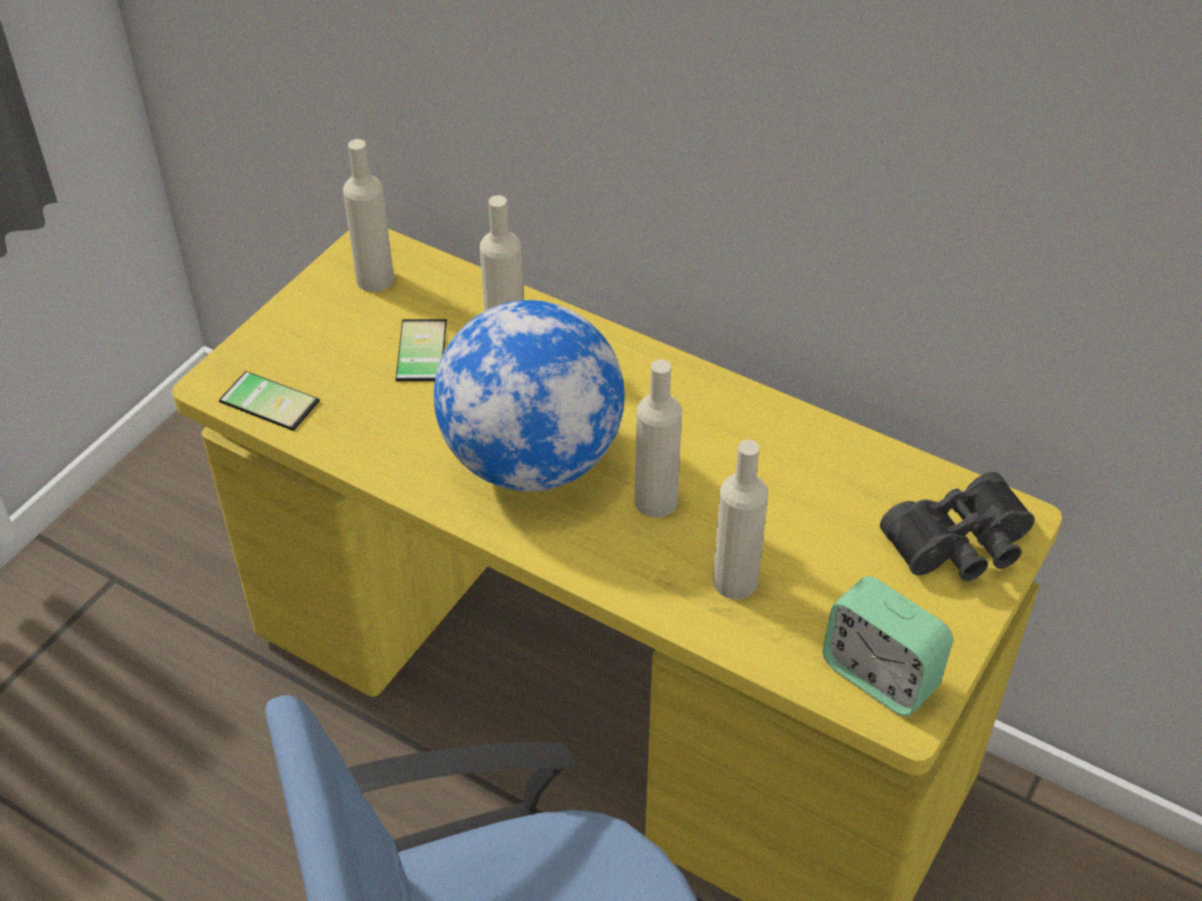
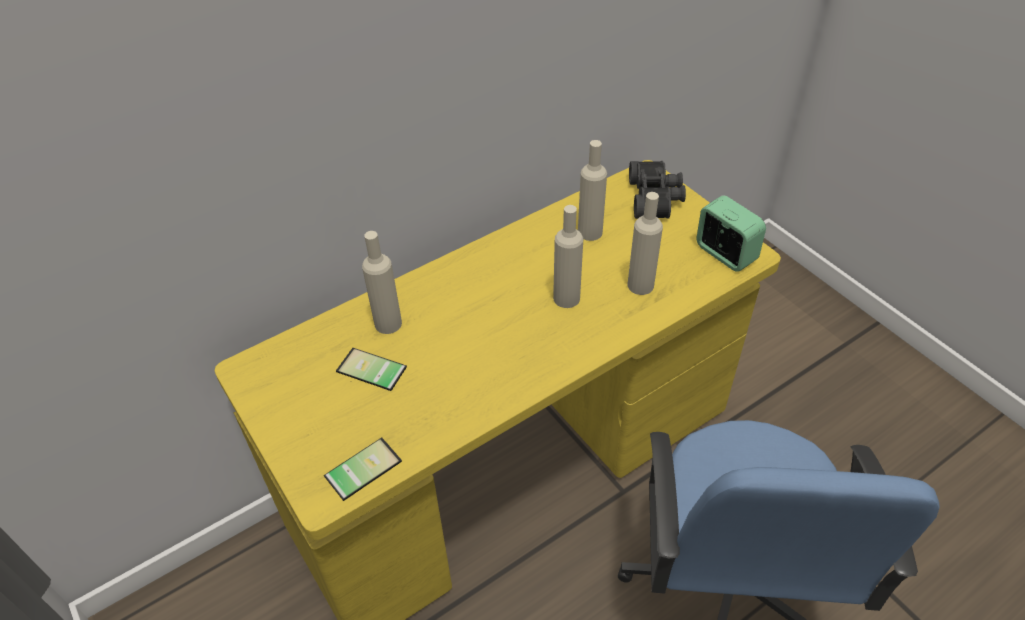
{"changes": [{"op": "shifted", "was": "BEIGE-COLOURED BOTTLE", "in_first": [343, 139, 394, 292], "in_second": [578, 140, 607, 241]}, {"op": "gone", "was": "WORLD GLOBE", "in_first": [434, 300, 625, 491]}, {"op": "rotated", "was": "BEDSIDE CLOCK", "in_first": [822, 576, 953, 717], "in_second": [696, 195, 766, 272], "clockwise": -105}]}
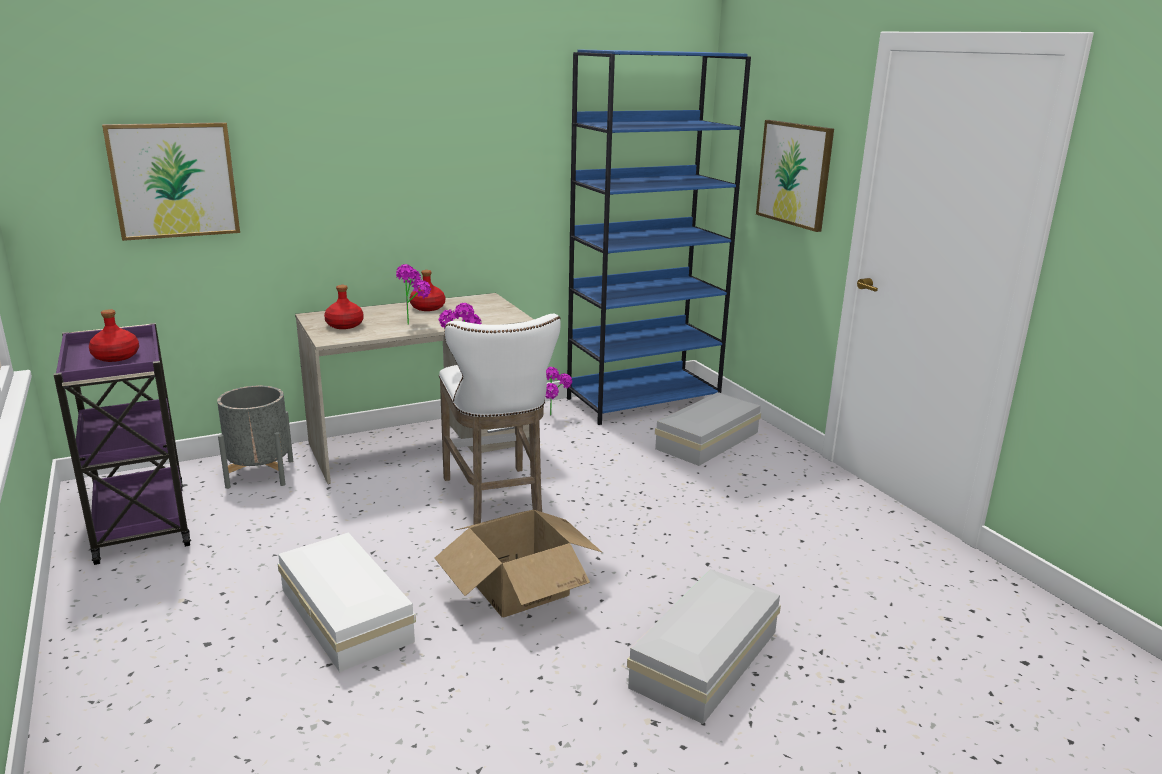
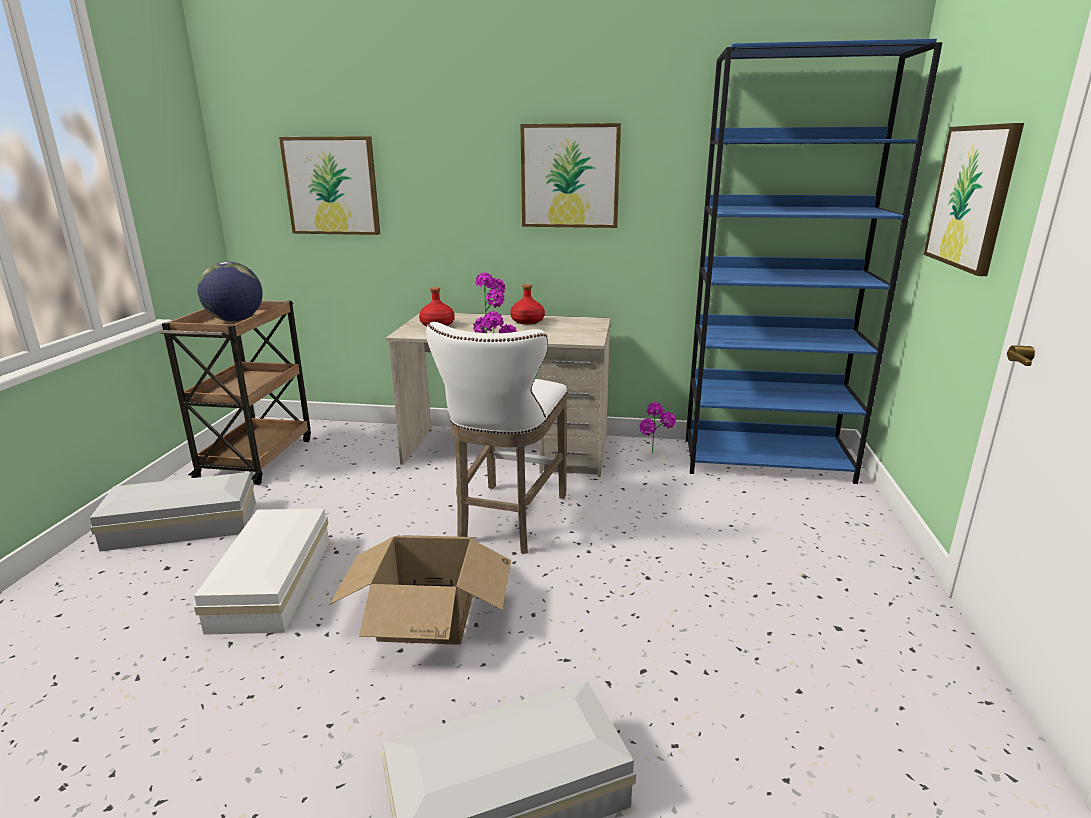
{"changes": [{"op": "swapped", "was": "REDDISH BOTTLE", "now": "WORLD GLOBE", "in_first": [89, 309, 139, 362], "in_second": [197, 261, 262, 321]}, {"op": "repainted", "was": "PURPLE-COLOURED TROLLEY", "now": "BROWN-COLOURED TROLLEY", "in_first": [54, 323, 191, 565], "in_second": [160, 301, 311, 485]}, {"op": "gone", "was": "GREY PLANTER", "in_first": [217, 386, 293, 489]}, {"op": "shifted", "was": "WHITE-COLOURED STORAGE BIN", "in_first": [655, 392, 761, 466], "in_second": [90, 472, 256, 552]}, {"op": "new", "now": "WALL PICTURE", "in_second": [520, 123, 621, 228]}]}
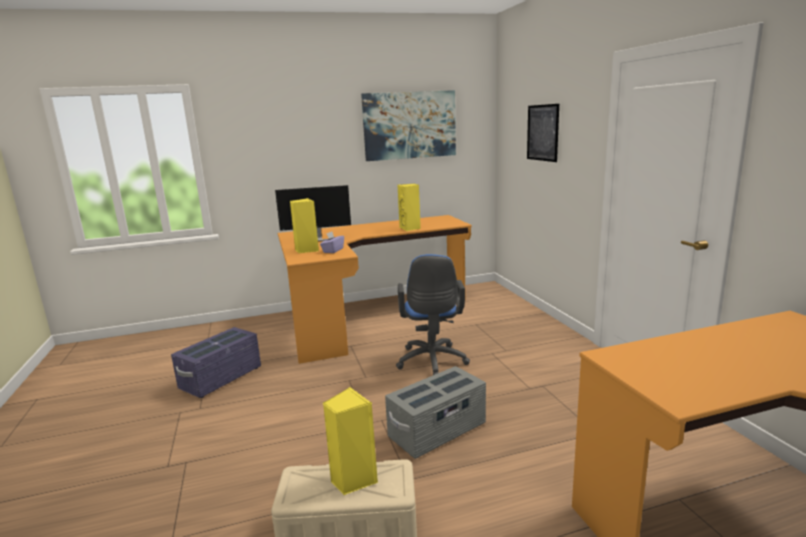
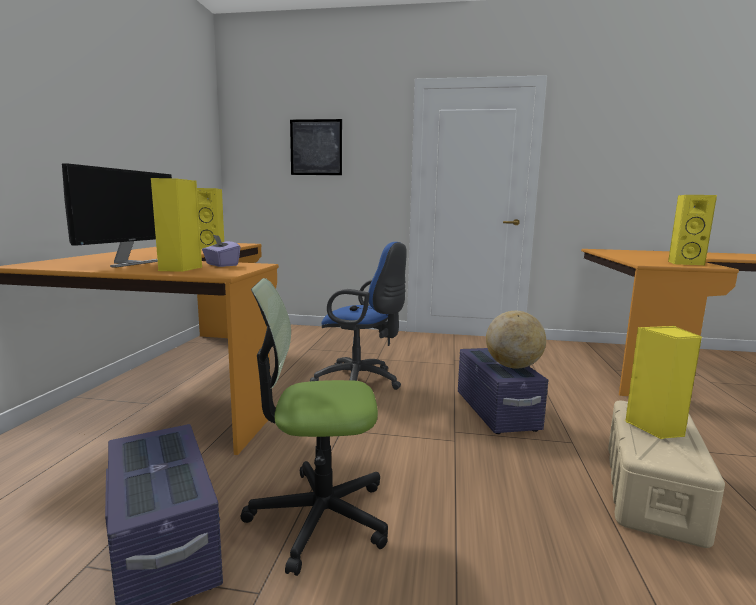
{"changes": [{"op": "gone", "was": "WALL PICTURE", "in_first": [361, 90, 456, 161]}, {"op": "repainted", "was": "GREY STORAGE BIN", "now": "PURPLE-COLOURED STORAGE BIN", "in_first": [385, 366, 486, 459], "in_second": [458, 348, 548, 434]}, {"op": "new", "now": "YELLOWISH SPEAKER", "in_second": [668, 195, 717, 266]}, {"op": "new", "now": "OFFICE CHAIR", "in_second": [240, 278, 388, 576]}, {"op": "new", "now": "WORLD GLOBE", "in_second": [486, 311, 546, 369]}]}
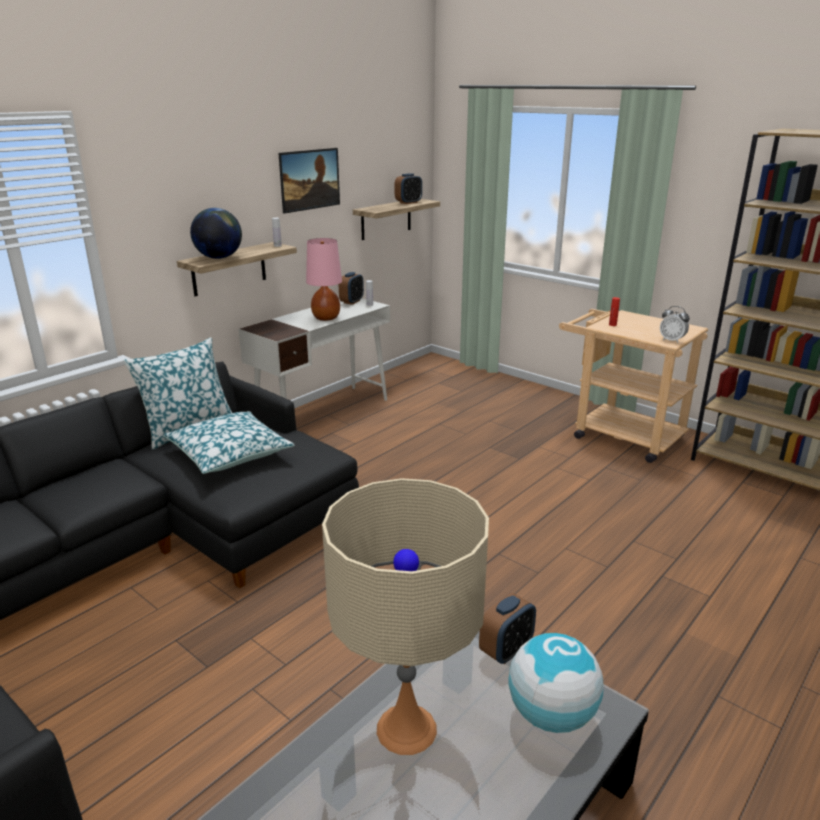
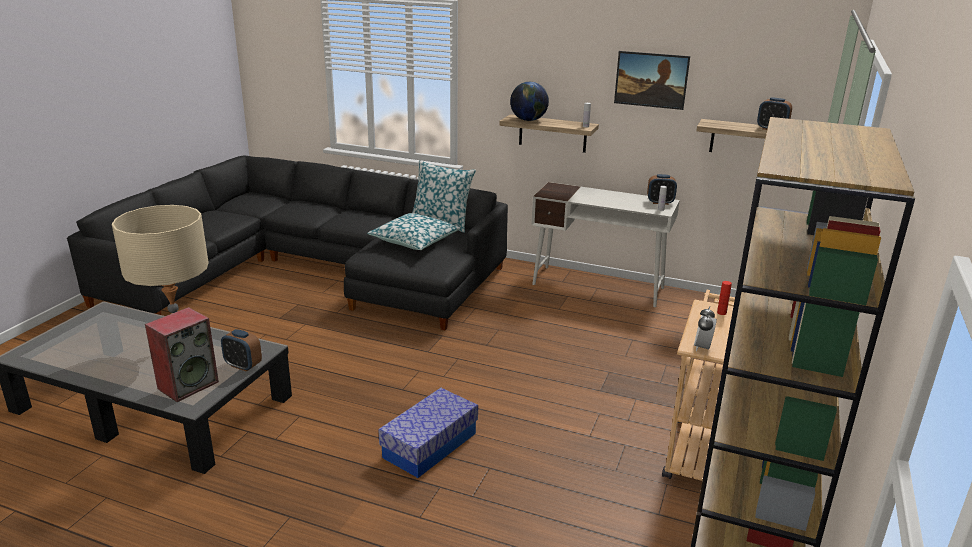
{"changes": [{"op": "gone", "was": "PINKISH LAMP FOR A TABLE", "in_first": [306, 238, 342, 321]}, {"op": "swapped", "was": "WORLD GLOBE", "now": "SPEAKER", "in_first": [508, 633, 603, 733], "in_second": [145, 307, 219, 402]}, {"op": "new", "now": "STORAGE BIN", "in_second": [378, 388, 478, 478]}]}
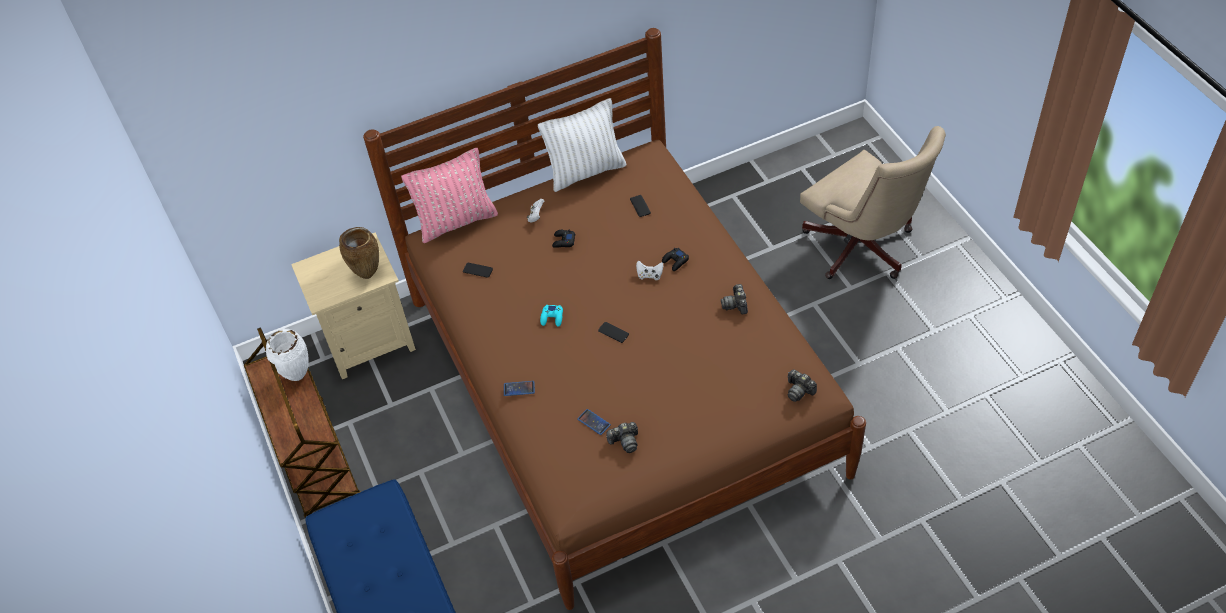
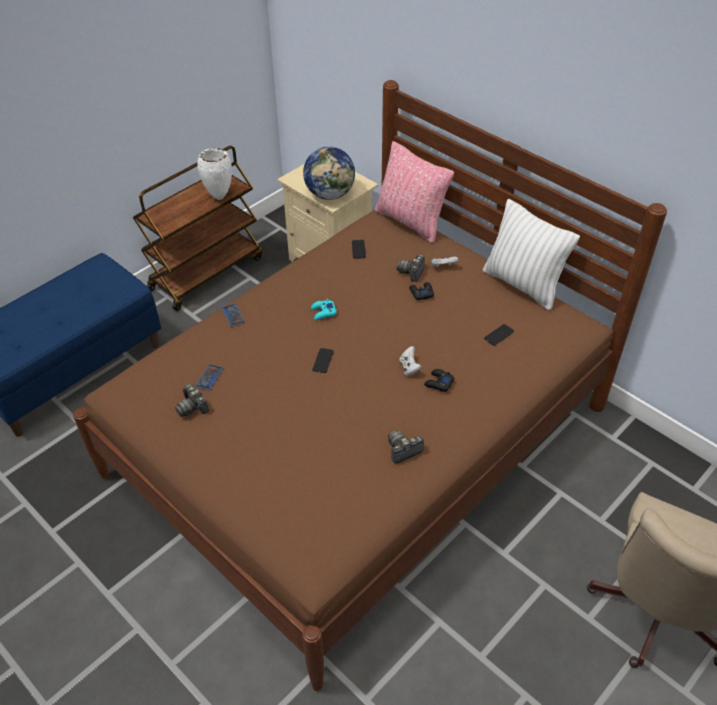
{"changes": [{"op": "swapped", "was": "BROWN-COLOURED DECORATIVE VASE", "now": "WORLD GLOBE", "in_first": [339, 227, 379, 279], "in_second": [303, 146, 355, 200]}, {"op": "shifted", "was": "STILL CAMERA", "in_first": [788, 369, 817, 402], "in_second": [397, 255, 425, 282]}]}
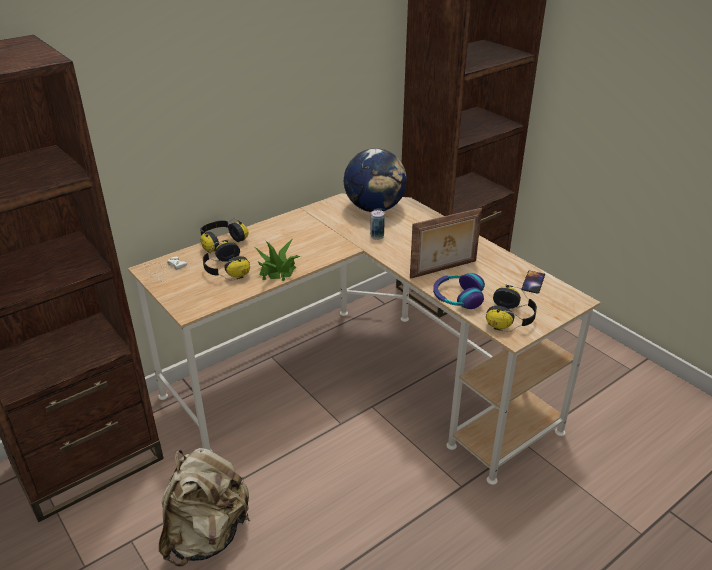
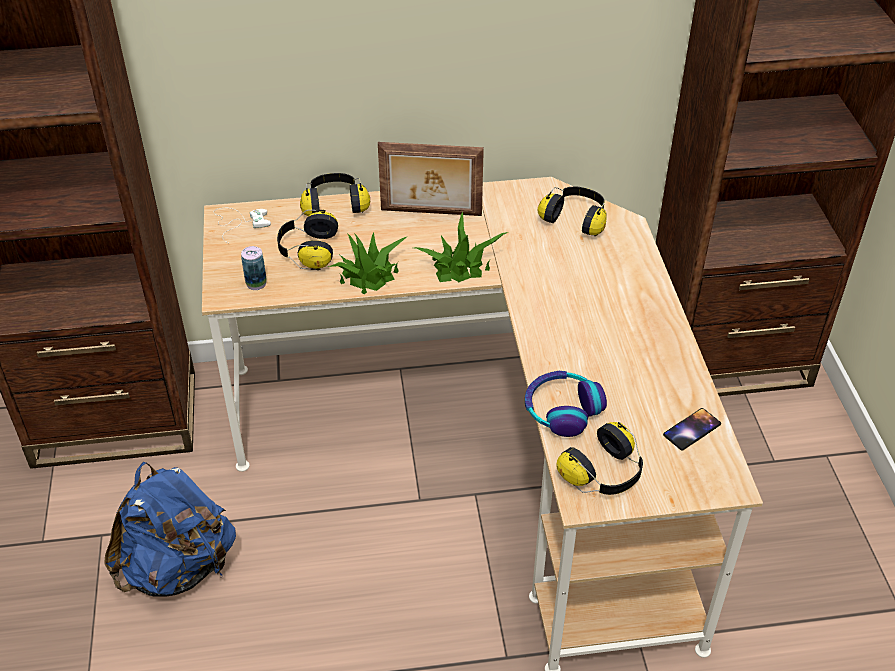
{"changes": [{"op": "swapped", "was": "WORLD GLOBE", "now": "PAIR OF HEADPHONES", "in_first": [344, 148, 407, 212], "in_second": [538, 187, 607, 236]}, {"op": "shifted", "was": "PICTURE FRAME", "in_first": [410, 208, 482, 279], "in_second": [378, 142, 484, 216]}, {"op": "shifted", "was": "METAL CAN", "in_first": [370, 210, 385, 240], "in_second": [241, 246, 267, 290]}, {"op": "repainted", "was": "BEIGE-COLOURED BACKPACK", "now": "BLUE BACKPACK", "in_first": [159, 448, 250, 567], "in_second": [104, 462, 236, 597]}, {"op": "new", "now": "PLANT IN A POT", "in_second": [414, 211, 508, 282]}]}
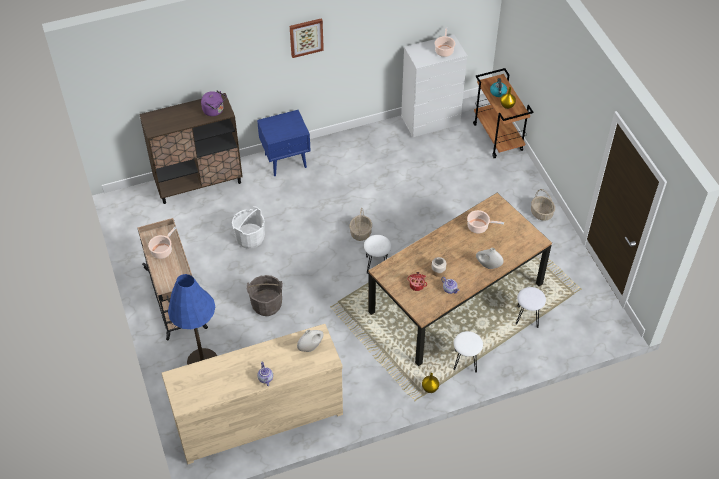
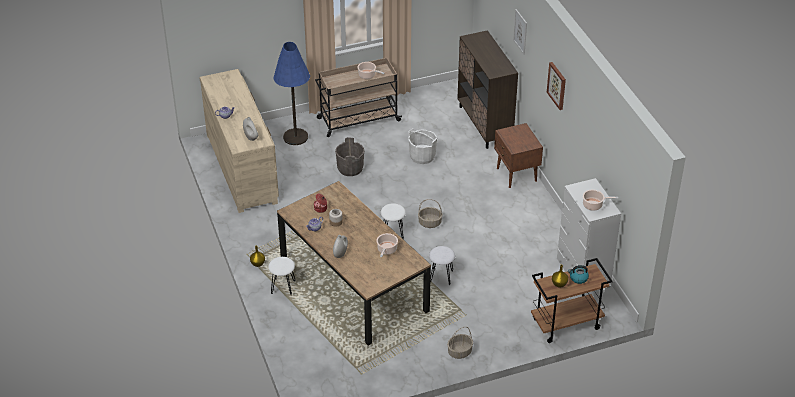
{"changes": [{"op": "gone", "was": "PURPLE-COLOURED KETTLE", "in_first": [201, 91, 227, 116]}, {"op": "repainted", "was": "BLUE NIGHTSTAND", "now": "BROWN-COLOURED NIGHTSTAND", "in_first": [257, 110, 311, 176], "in_second": [494, 123, 543, 188]}, {"op": "shifted", "was": "WHITE-COLOURED STOOL SEAT", "in_first": [516, 287, 546, 328], "in_second": [429, 246, 455, 285]}, {"op": "new", "now": "WALL PICTURE", "in_second": [513, 9, 527, 55]}]}
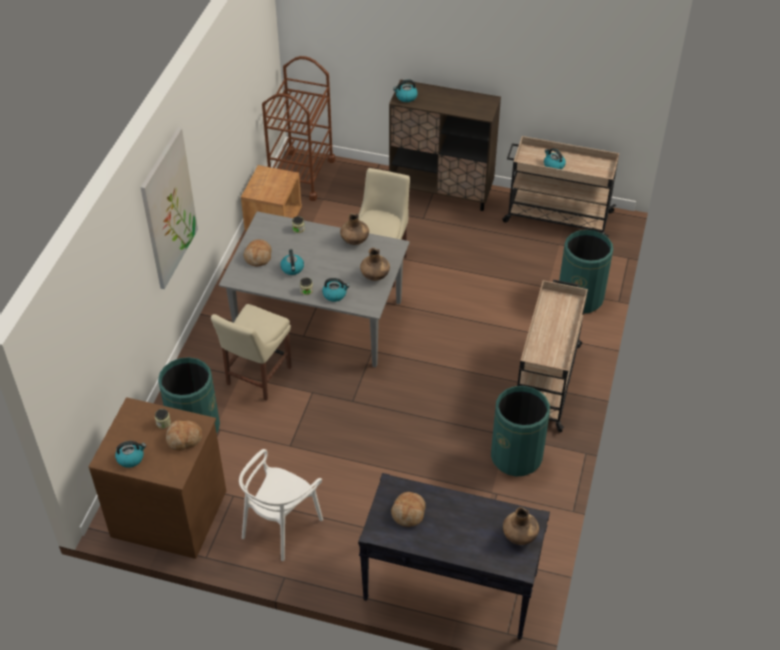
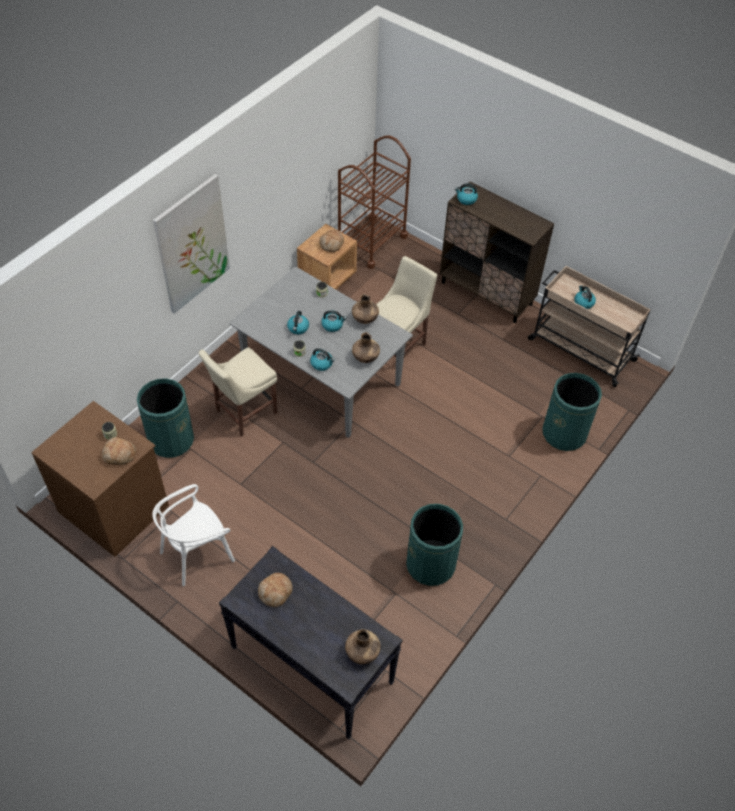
{"changes": [{"op": "shifted", "was": "BREAD", "in_first": [244, 239, 272, 266], "in_second": [319, 230, 344, 252]}, {"op": "gone", "was": "BEIGE-COLOURED TROLLEY", "in_first": [517, 280, 588, 432]}, {"op": "shifted", "was": "KETTLE", "in_first": [115, 441, 146, 468], "in_second": [321, 310, 346, 332]}]}
